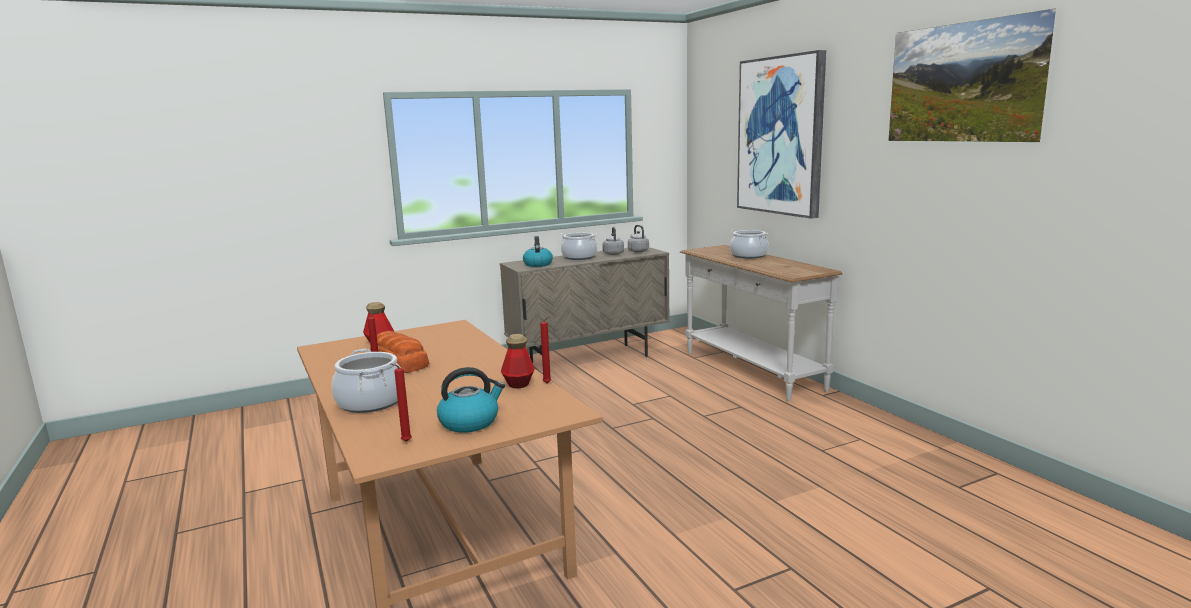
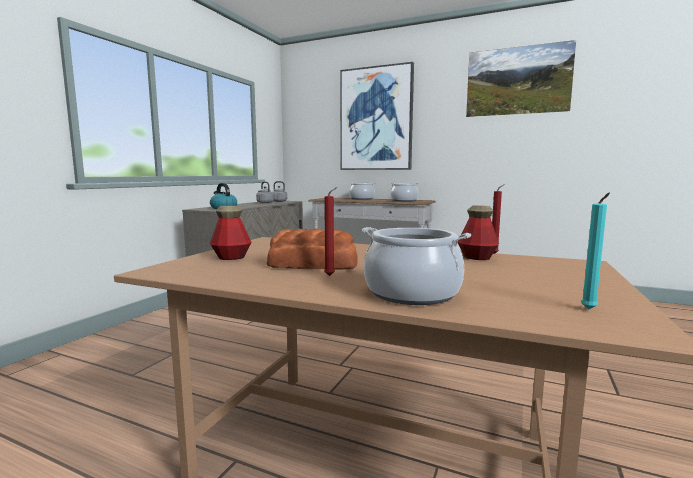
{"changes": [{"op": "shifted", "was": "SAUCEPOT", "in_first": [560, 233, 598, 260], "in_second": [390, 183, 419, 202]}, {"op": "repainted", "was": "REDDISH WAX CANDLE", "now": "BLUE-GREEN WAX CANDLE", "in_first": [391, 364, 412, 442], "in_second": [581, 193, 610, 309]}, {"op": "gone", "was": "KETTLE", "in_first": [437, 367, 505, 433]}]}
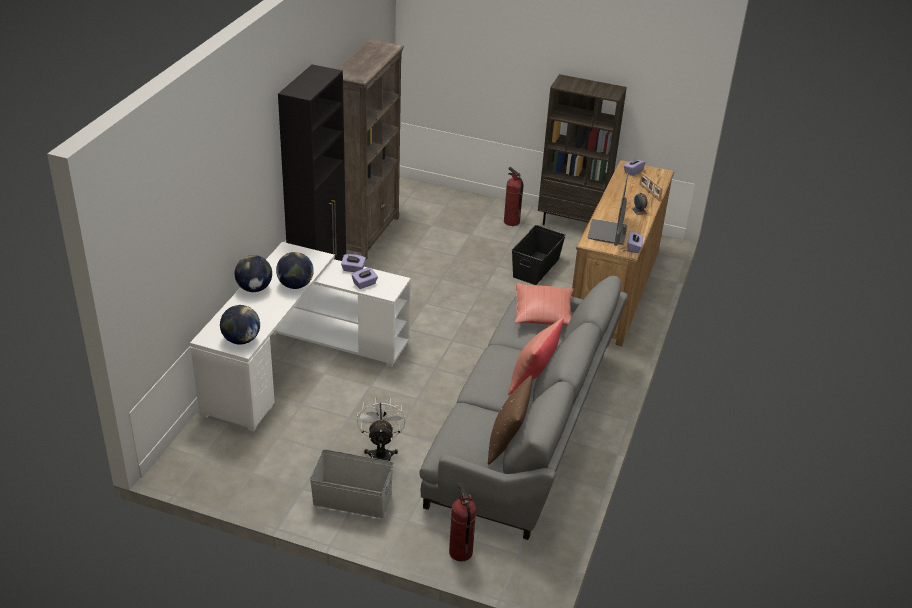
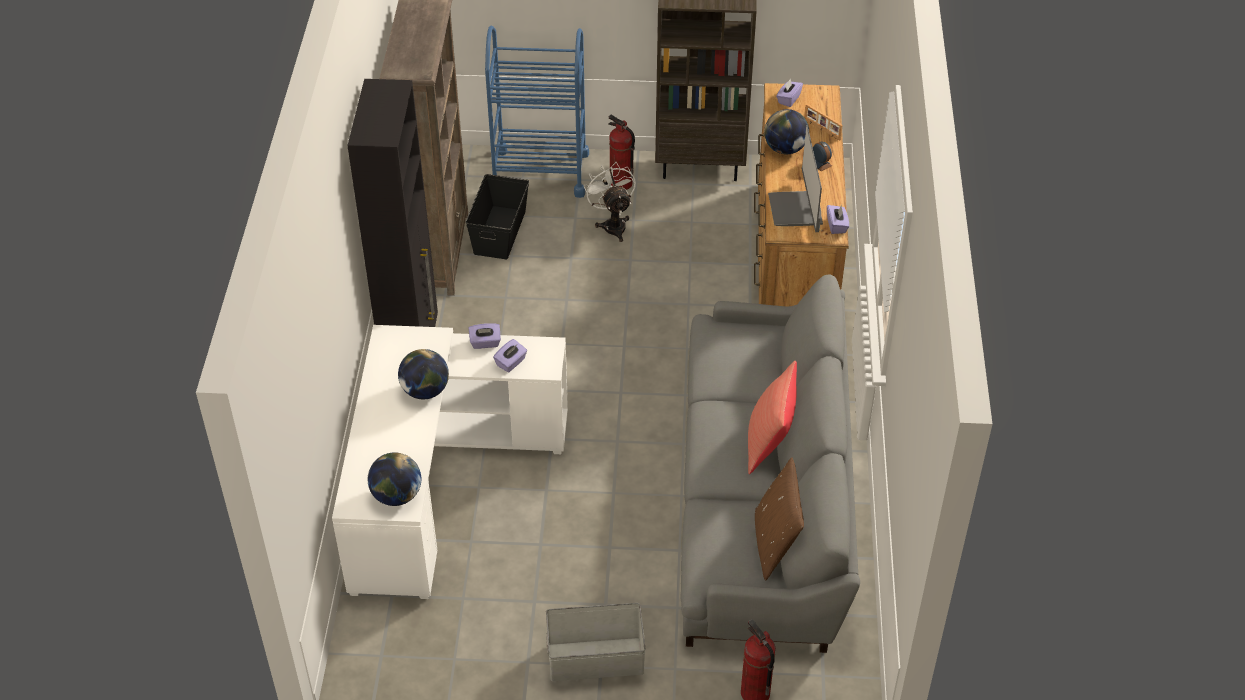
{"changes": [{"op": "shifted", "was": "BLACK STORAGE BIN", "in_first": [512, 225, 566, 285], "in_second": [466, 174, 529, 259]}, {"op": "shifted", "was": "WORLD GLOBE", "in_first": [234, 255, 272, 292], "in_second": [764, 109, 809, 154]}, {"op": "gone", "was": "REDDISH THROW PILLOW", "in_first": [515, 283, 574, 325]}, {"op": "shifted", "was": "WHITE-COLOURED COOLING FAN", "in_first": [357, 397, 405, 461], "in_second": [584, 162, 636, 242]}, {"op": "new", "now": "BLUE TROLLEY", "in_second": [485, 26, 589, 198]}]}
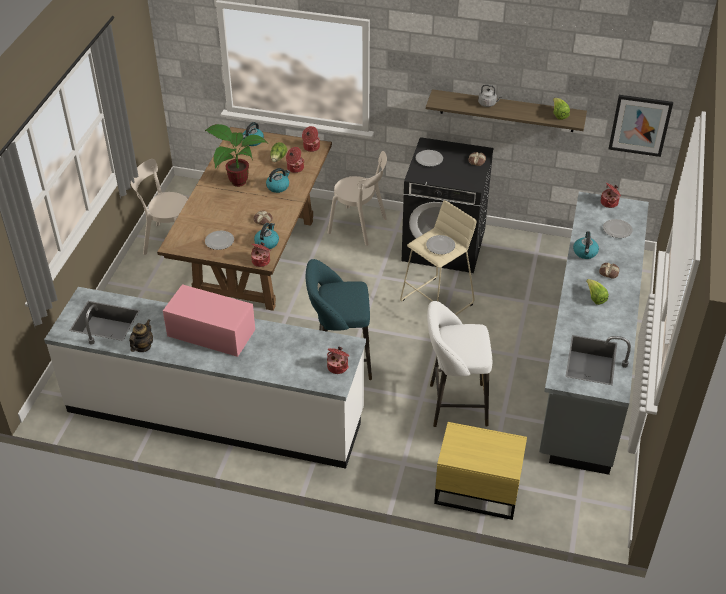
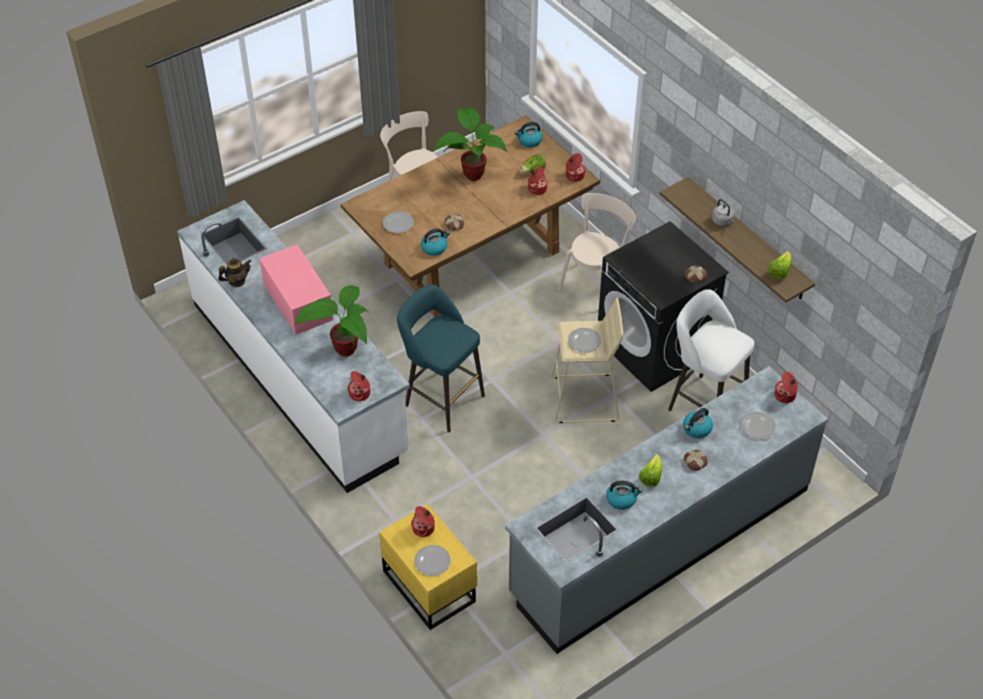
{"changes": [{"op": "gone", "was": "WALL PICTURE", "in_first": [609, 95, 673, 157]}, {"op": "shifted", "was": "DINNER PLATE", "in_first": [416, 150, 443, 167], "in_second": [414, 545, 451, 576]}, {"op": "rotated", "was": "BEIGE-COLOURED UPRIGHT CHAIR", "in_first": [328, 151, 387, 246], "in_second": [558, 193, 636, 290], "clockwise": -120}, {"op": "shifted", "was": "KETTLE", "in_first": [266, 168, 290, 193], "in_second": [606, 481, 643, 510]}, {"op": "shifted", "was": "SAUCEPOT", "in_first": [251, 242, 271, 267], "in_second": [411, 506, 435, 537]}, {"op": "shifted", "was": "WHITE-COLOURED STOOL SEAT", "in_first": [427, 301, 492, 427], "in_second": [668, 289, 754, 411]}, {"op": "new", "now": "PLANT IN A POT", "in_second": [294, 285, 369, 357]}]}
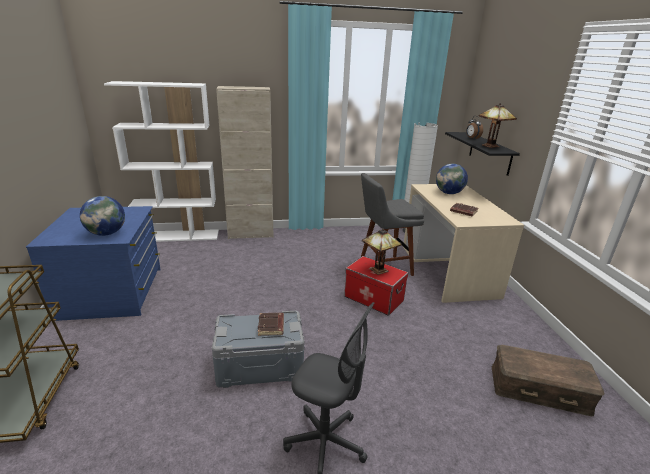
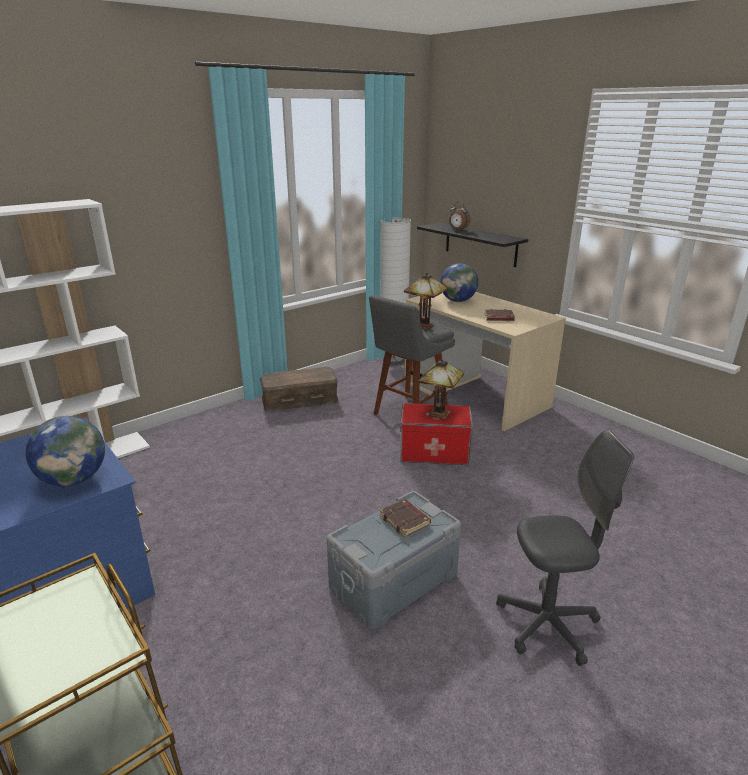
{"changes": [{"op": "gone", "was": "BEIGE-COLOURED CUPBOARD", "in_first": [216, 86, 274, 239]}, {"op": "shifted", "was": "LAMP FOR A TABLE", "in_first": [478, 103, 517, 148], "in_second": [404, 273, 448, 329]}, {"op": "shifted", "was": "BROWN-COLOURED STORAGE BIN", "in_first": [492, 345, 604, 416], "in_second": [260, 367, 338, 412]}]}
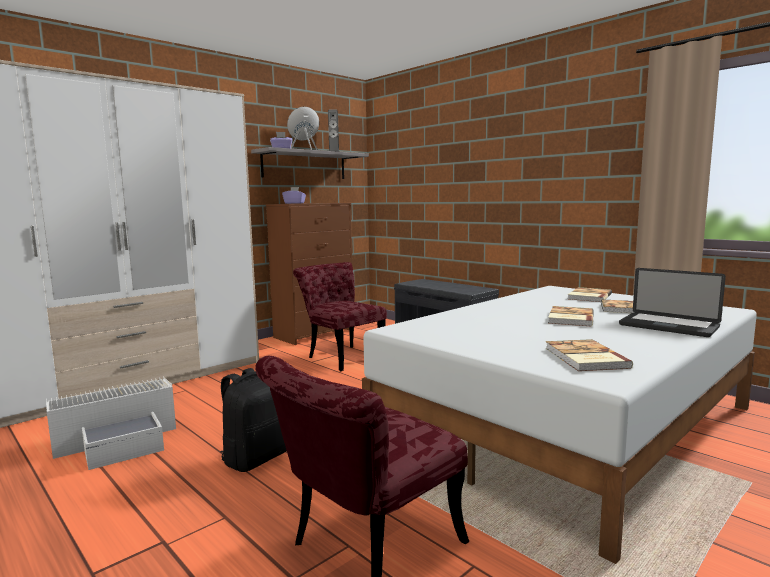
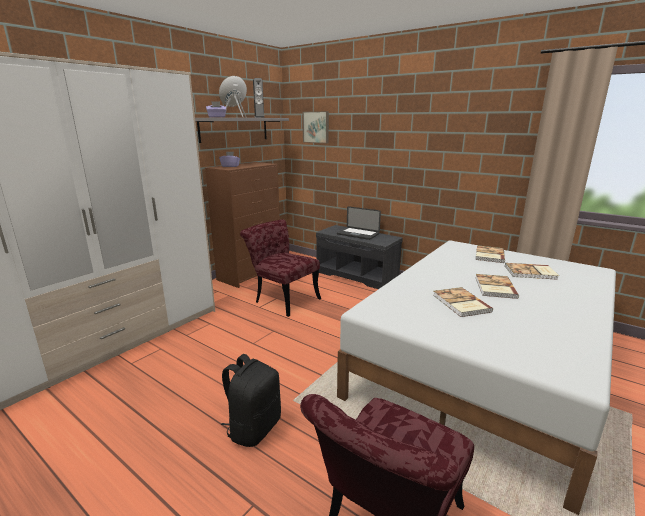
{"changes": [{"op": "shifted", "was": "PORTABLE COMPUTER", "in_first": [619, 268, 726, 337], "in_second": [337, 206, 381, 240]}, {"op": "shifted", "was": "BOOK", "in_first": [546, 339, 633, 371], "in_second": [433, 287, 493, 317]}, {"op": "gone", "was": "WHITE-COLOURED STORAGE BIN", "in_first": [46, 377, 176, 470]}, {"op": "new", "now": "WALL PICTURE", "in_second": [302, 111, 329, 143]}]}
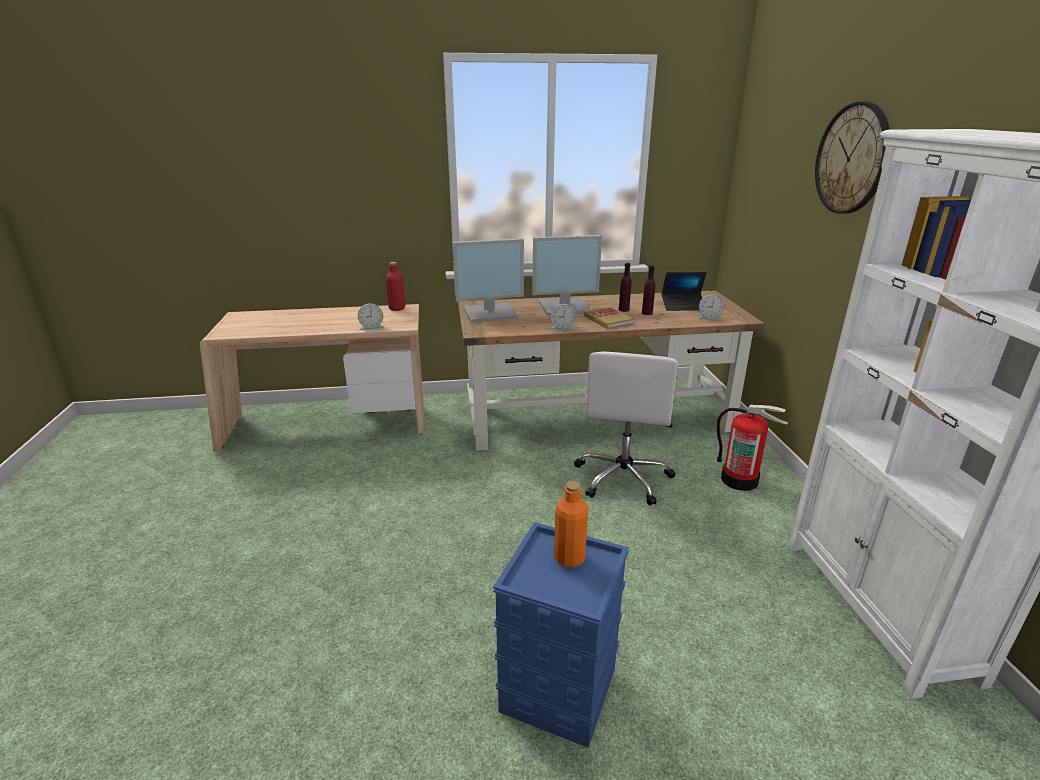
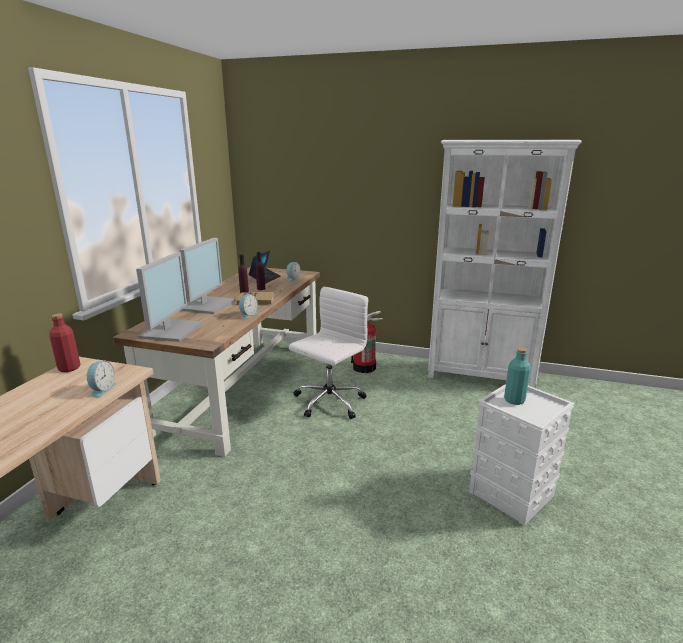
{"changes": [{"op": "gone", "was": "CLOCK ON THE WALL", "in_first": [815, 102, 890, 214]}, {"op": "rotated", "was": "WHITE-COLOURED OFFICE CHAIR", "in_first": [574, 351, 678, 505], "in_second": [289, 287, 368, 419], "clockwise": -90}, {"op": "repainted", "was": "ORANGEY BOTTLE", "now": "BLUE-GREEN BOTTLE", "in_first": [554, 481, 588, 568], "in_second": [504, 348, 531, 405]}, {"op": "repainted", "was": "BLUE STORAGE BIN", "now": "WHITE-COLOURED STORAGE BIN", "in_first": [493, 522, 629, 748], "in_second": [469, 384, 575, 526]}]}
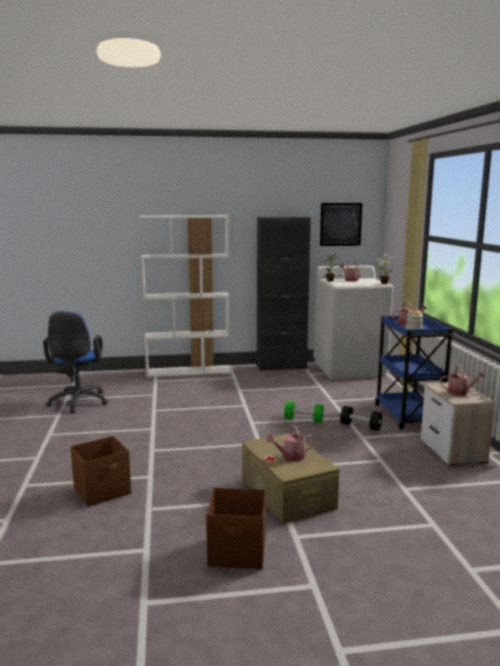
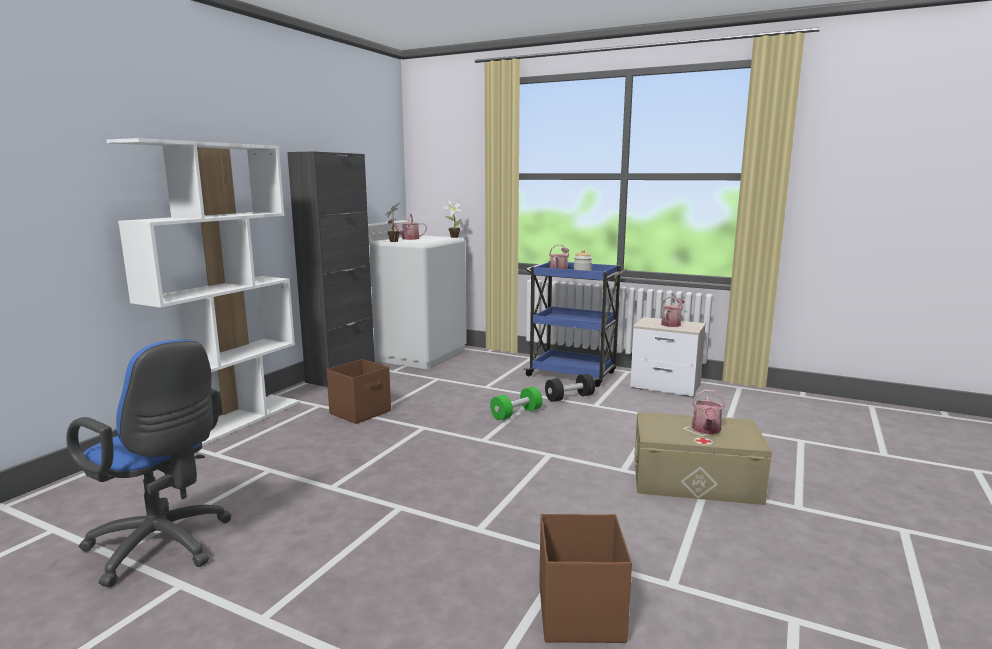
{"changes": [{"op": "gone", "was": "WALL PICTURE", "in_first": [320, 203, 362, 246]}, {"op": "shifted", "was": "BROWN-COLOURED STORAGE BIN", "in_first": [206, 488, 266, 569], "in_second": [326, 359, 391, 424]}]}
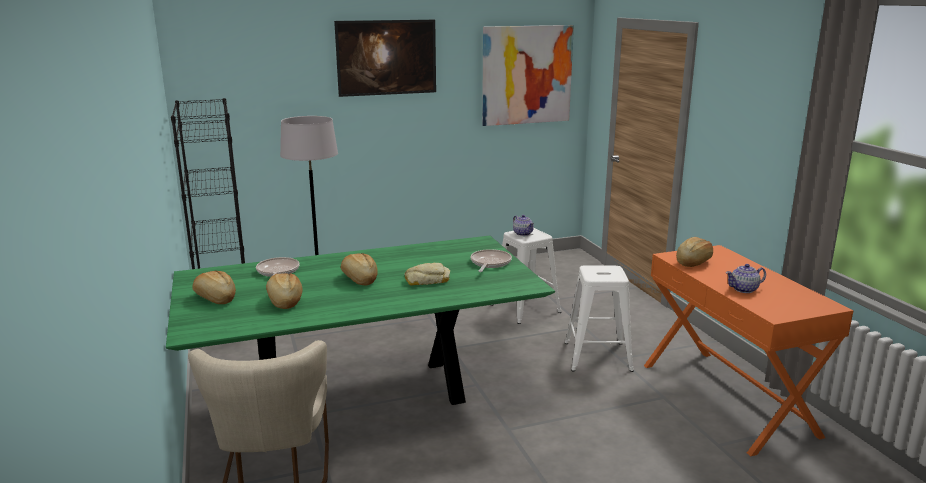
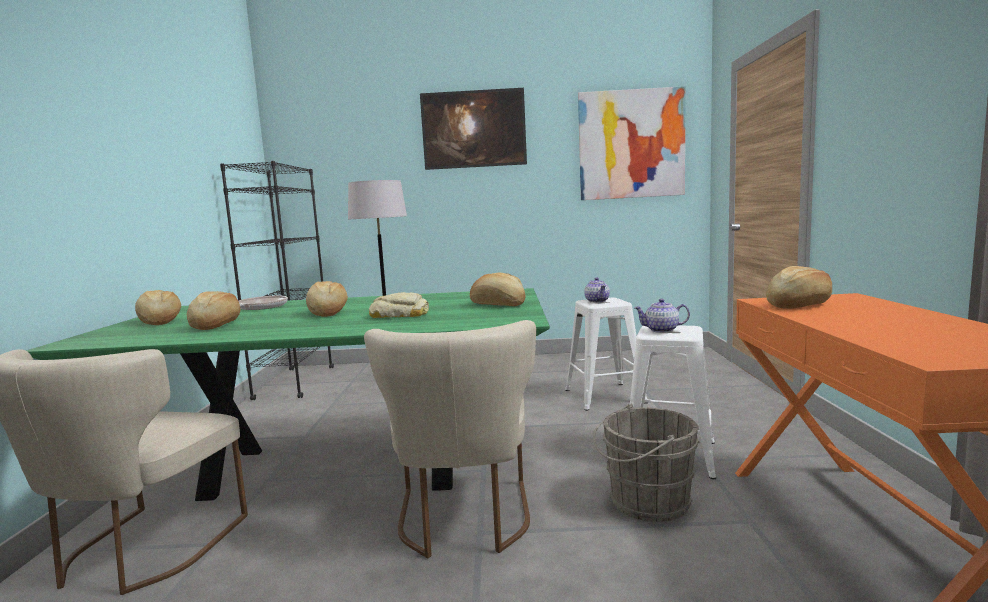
{"changes": [{"op": "swapped", "was": "SKILLET", "now": "BREAD", "in_first": [471, 249, 512, 272], "in_second": [470, 272, 526, 306]}, {"op": "shifted", "was": "POT FOR TEA", "in_first": [726, 264, 766, 293], "in_second": [634, 299, 690, 333]}, {"op": "new", "now": "BEIGE-COLOURED UPRIGHT CHAIR", "in_second": [364, 320, 536, 558]}, {"op": "new", "now": "GREY BUCKET", "in_second": [593, 404, 699, 522]}]}
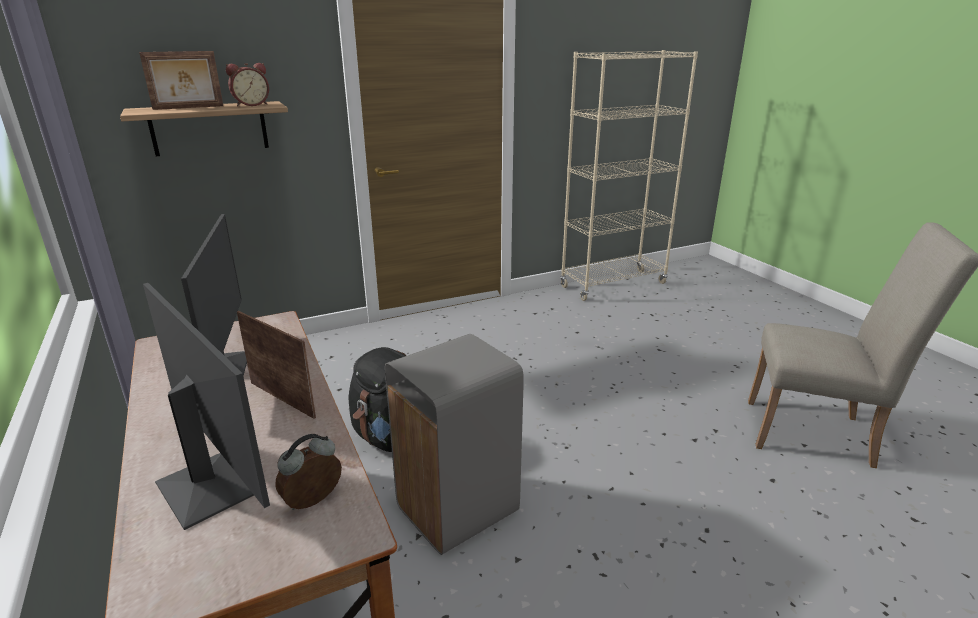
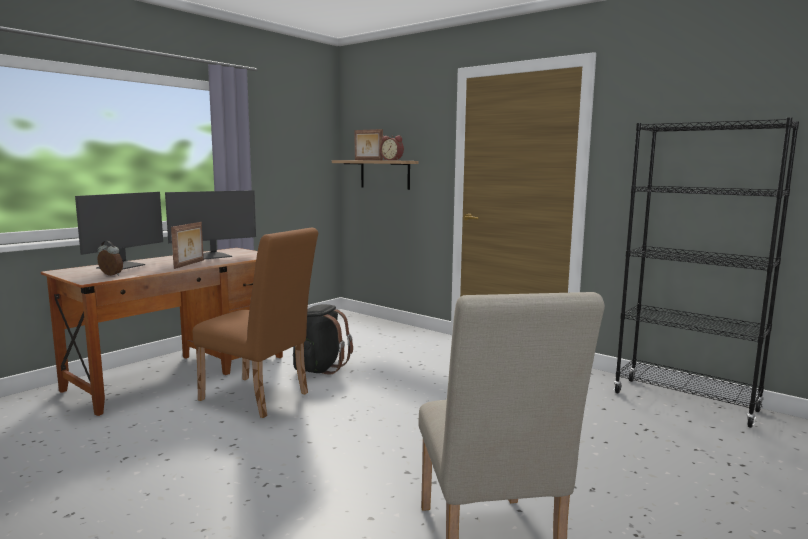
{"changes": [{"op": "repainted", "was": "BEIGE-COLOURED BOOKCASE", "now": "BLACK BOOKCASE", "in_first": [560, 50, 698, 301], "in_second": [613, 117, 799, 428]}, {"op": "swapped", "was": "GREY RUBBISH BIN", "now": "BROWN-COLOURED UPRIGHT CHAIR", "in_first": [385, 334, 524, 555], "in_second": [193, 228, 318, 418]}]}
